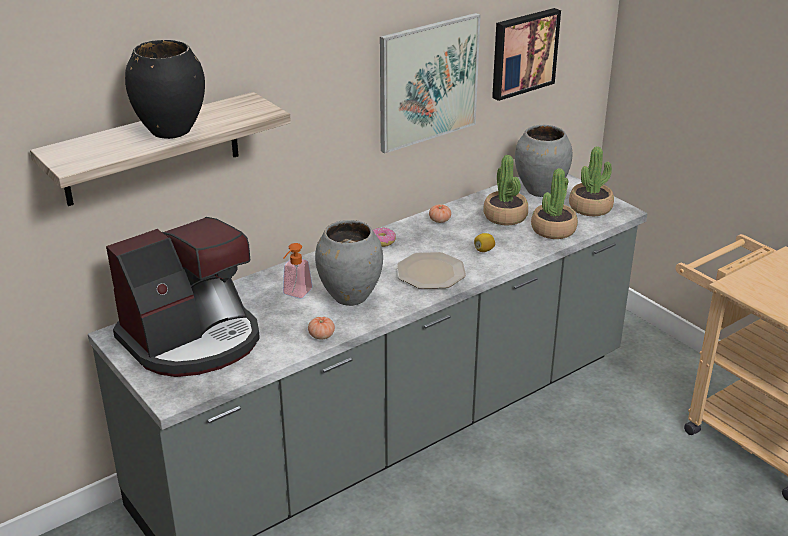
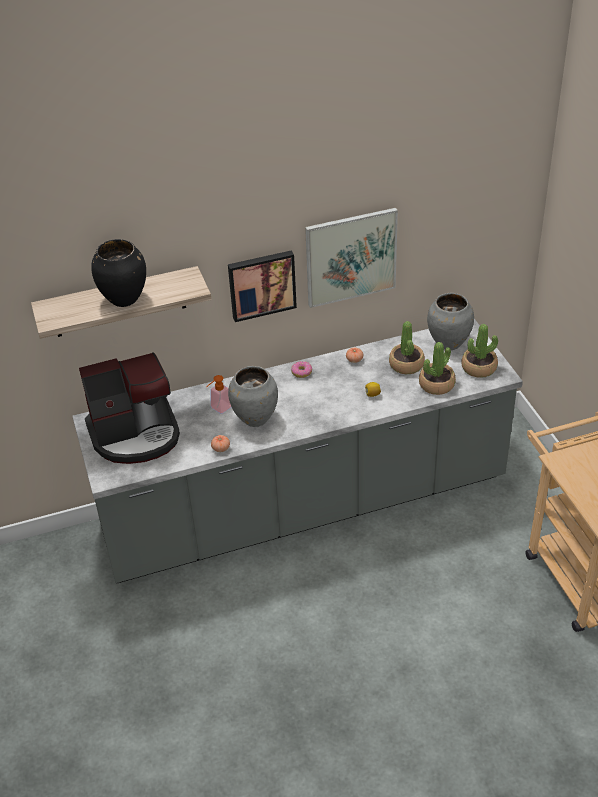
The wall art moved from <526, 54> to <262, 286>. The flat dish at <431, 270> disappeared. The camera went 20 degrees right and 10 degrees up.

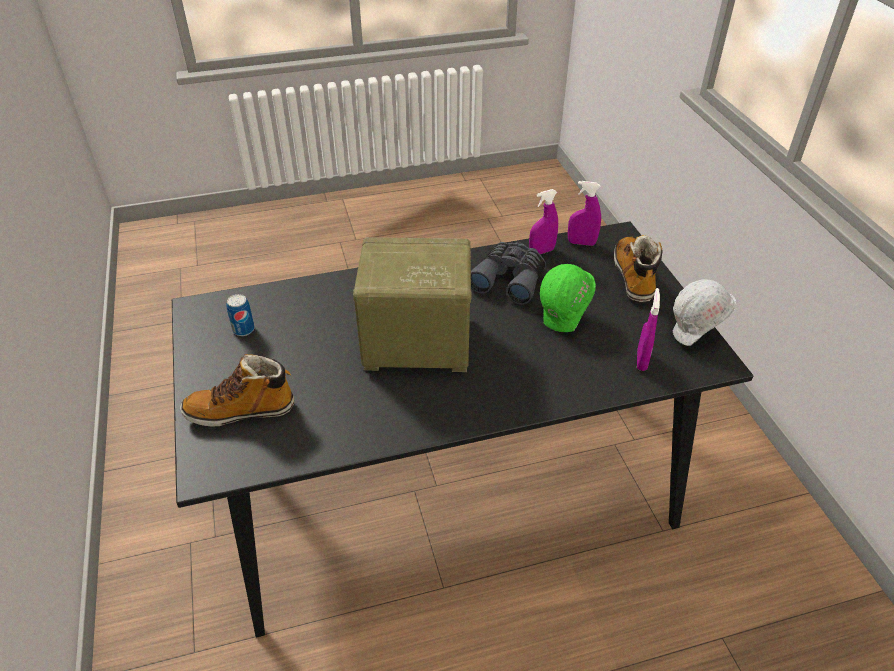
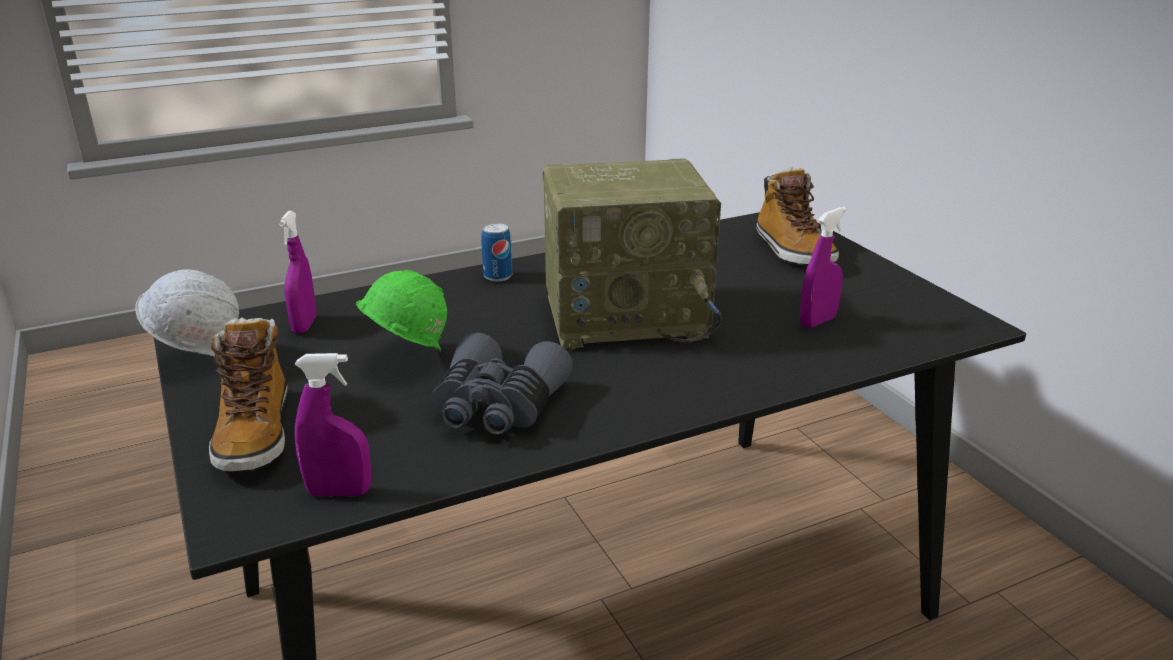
The sealed can moved from <240, 315> to <496, 252>. The boot at <237, 390> turned 90 degrees clockwise. The purple spray bottle moved from <543, 221> to <823, 267>. The camera went 170 degrees right and 15 degrees down.

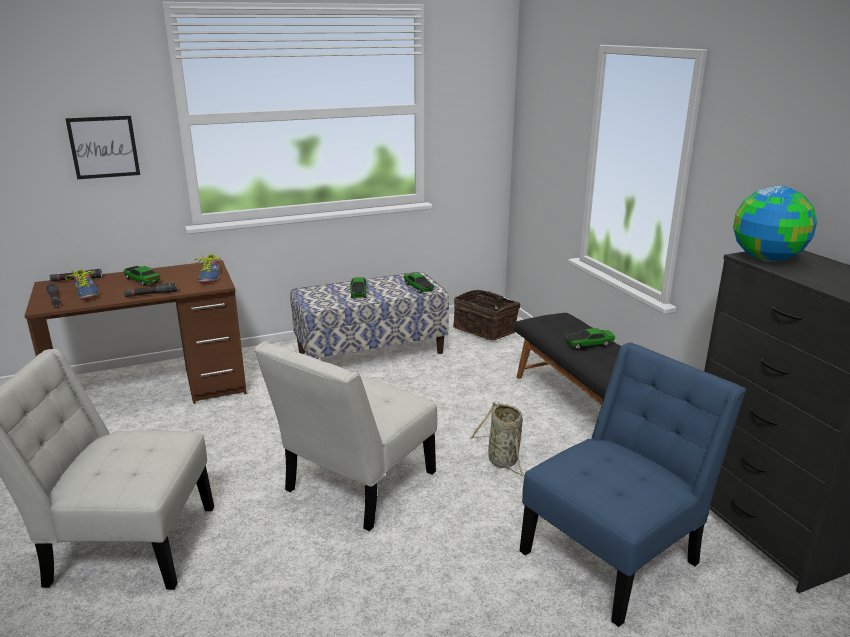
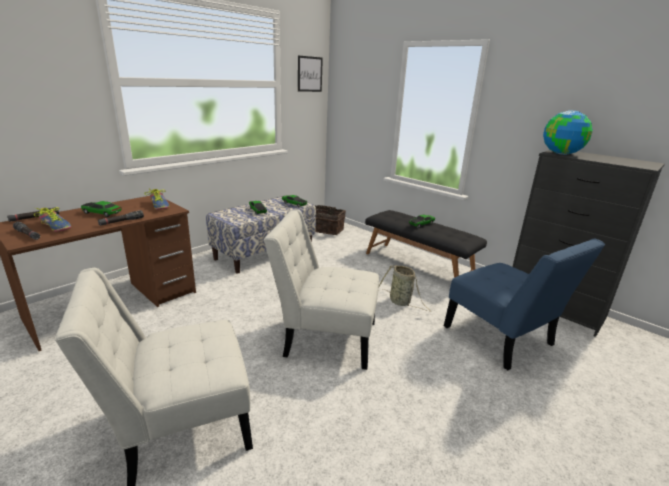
The white chair at <345, 436> turned 90 degrees clockwise. The wall art moved from <102, 147> to <310, 74>. The blue chair at <633, 485> turned 120 degrees clockwise. The camera went 25 degrees left and 0 degrees up.

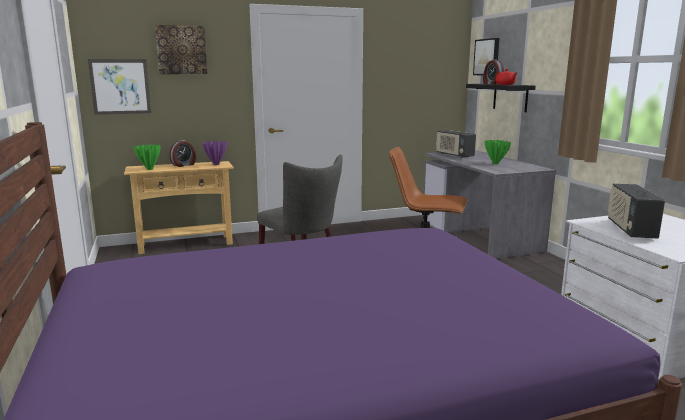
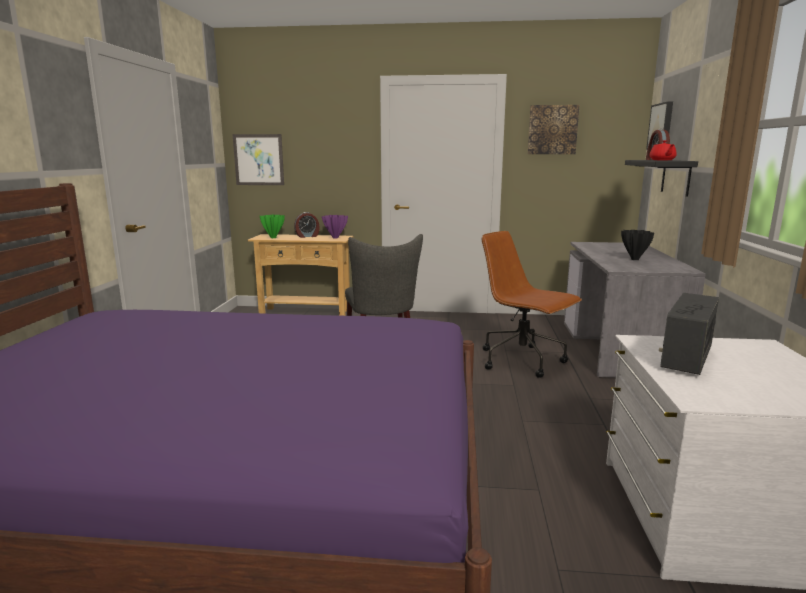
The wall art moved from <181, 49> to <553, 129>. The green flower vase at <497, 152> became the black-coloured flower vase at <637, 245>. The radio set at <456, 144> disappeared. The camera went 25 degrees right and 0 degrees up.

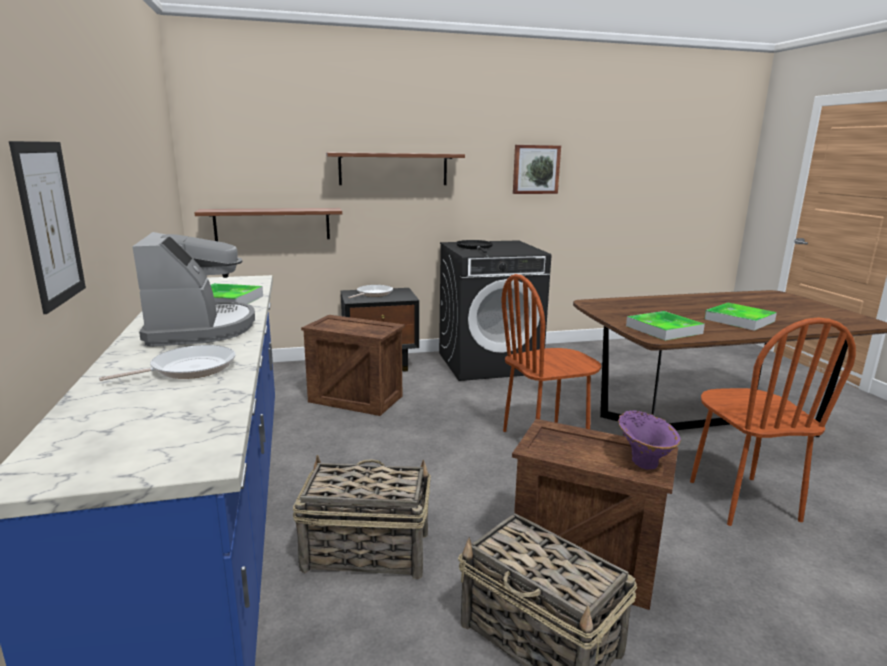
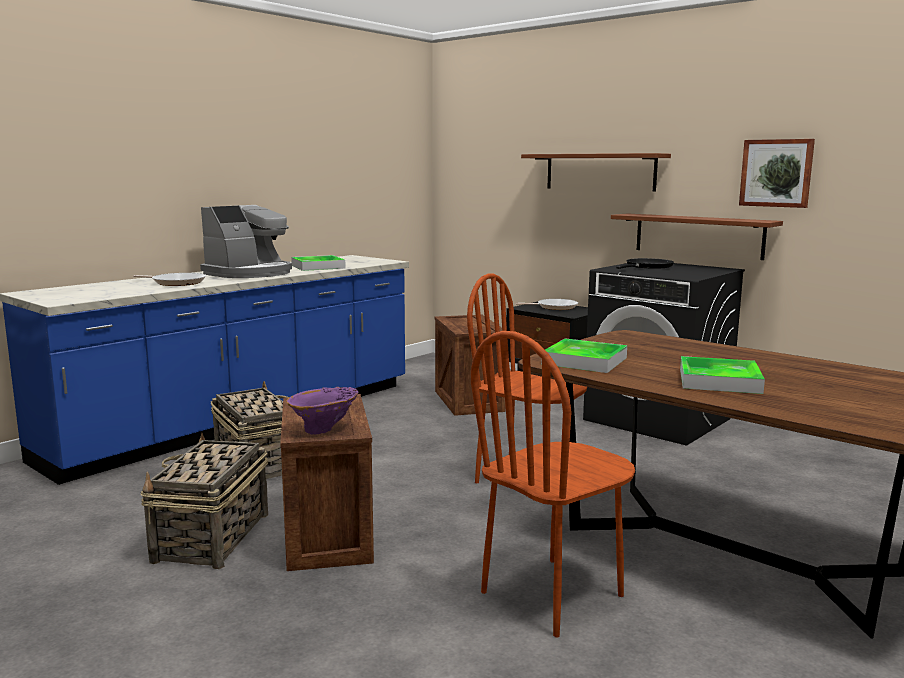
The shelf moved from <268, 224> to <697, 236>. The wall art at <47, 227> disappeared. The camera went 55 degrees right and 5 degrees down.

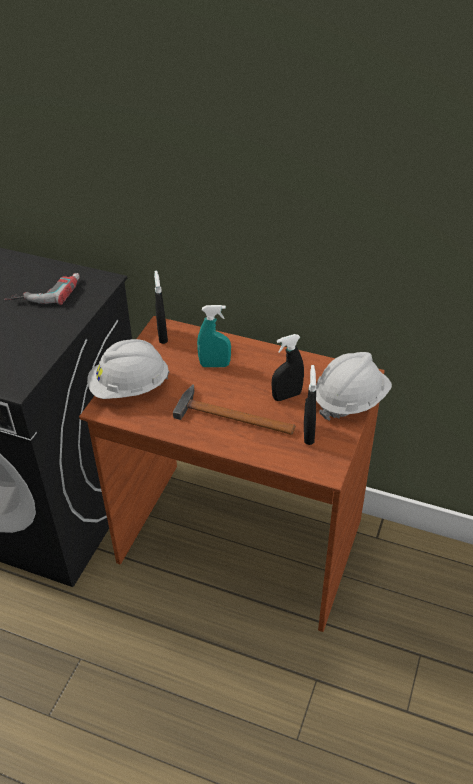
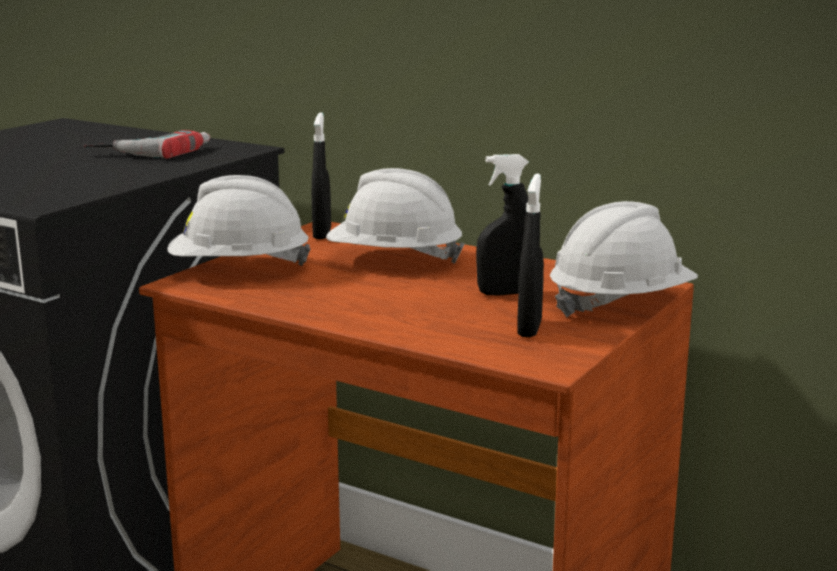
The turquoise-coloured spray bottle at <214, 336> was replaced by the white safety helmet at <395, 216>. The hammer at <234, 409> disappeared. The camera went 10 degrees right and 25 degrees down.

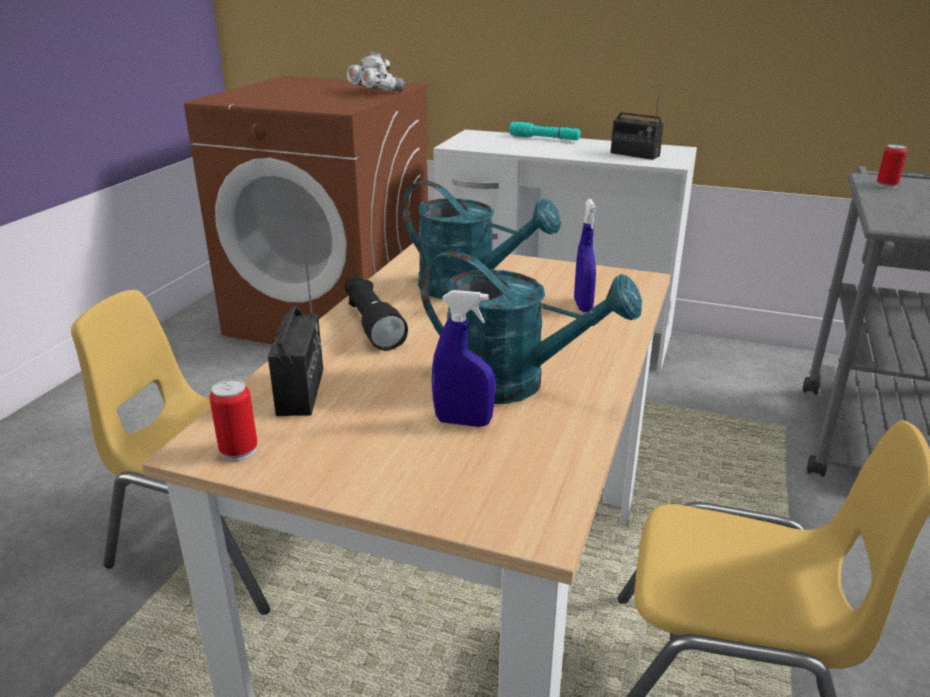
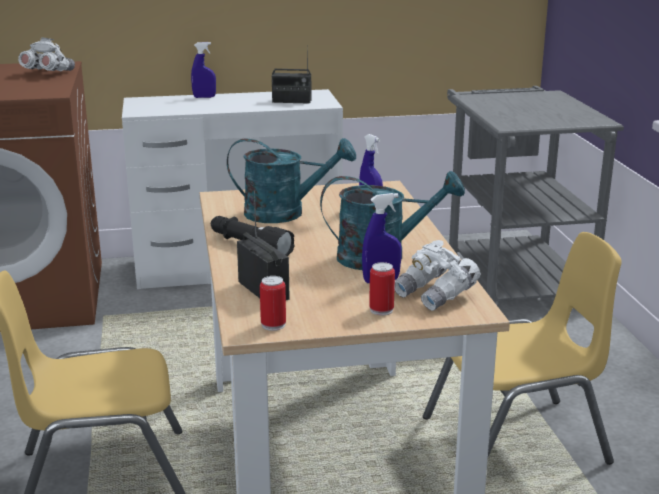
The turquoise-coloured flashlight at <545, 131> was replaced by the blue spray bottle at <203, 70>. The sealed can moved from <892, 166> to <382, 288>. The white field glasses at <437, 275> appeared. The camera went 30 degrees left and 5 degrees down.

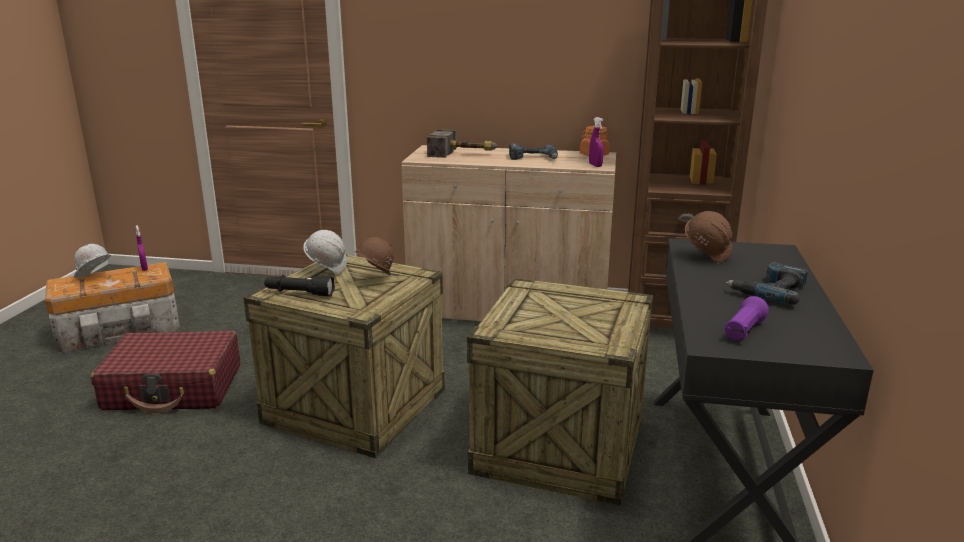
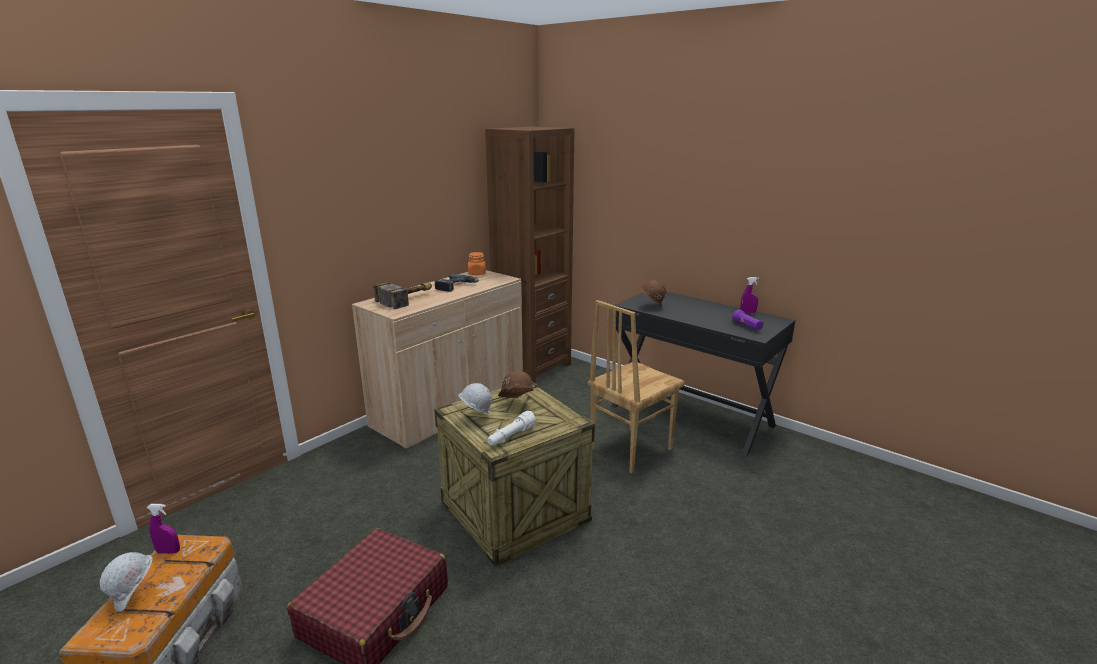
The black-coloured flashlight at <299, 285> became the white flashlight at <512, 428>. The shipping crate at <560, 392> was replaced by the brown chair at <636, 387>. The purple spray bottle moved from <596, 142> to <749, 295>. The power drill at <767, 283> disappeared. The camera went 60 degrees left and 0 degrees up.

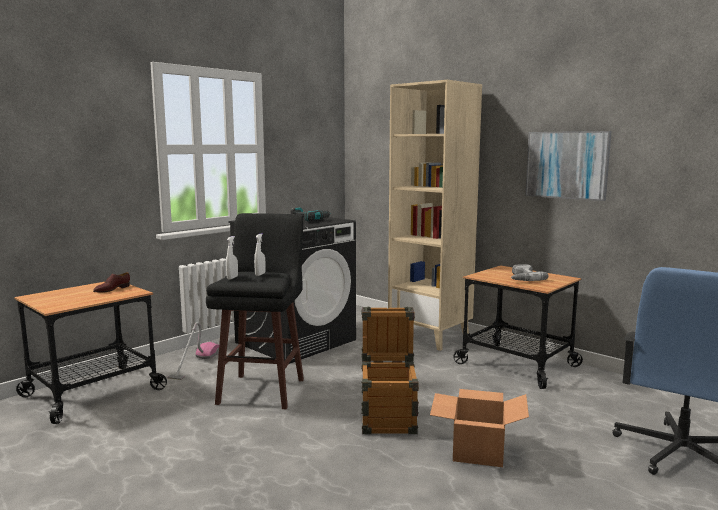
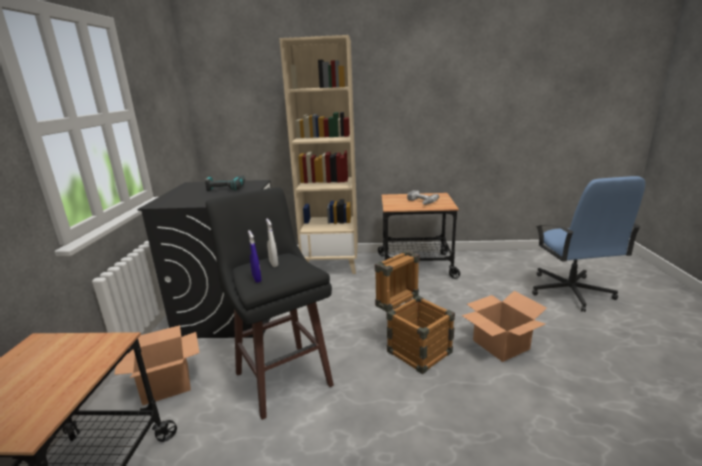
The hoover at <193, 351> was replaced by the packing box at <157, 365>. The white spray bottle at <232, 258> became the blue spray bottle at <255, 256>. The brown shoe at <111, 282> disappeared. The wall art at <568, 166> disappeared. The camera went 40 degrees left and 10 degrees up.

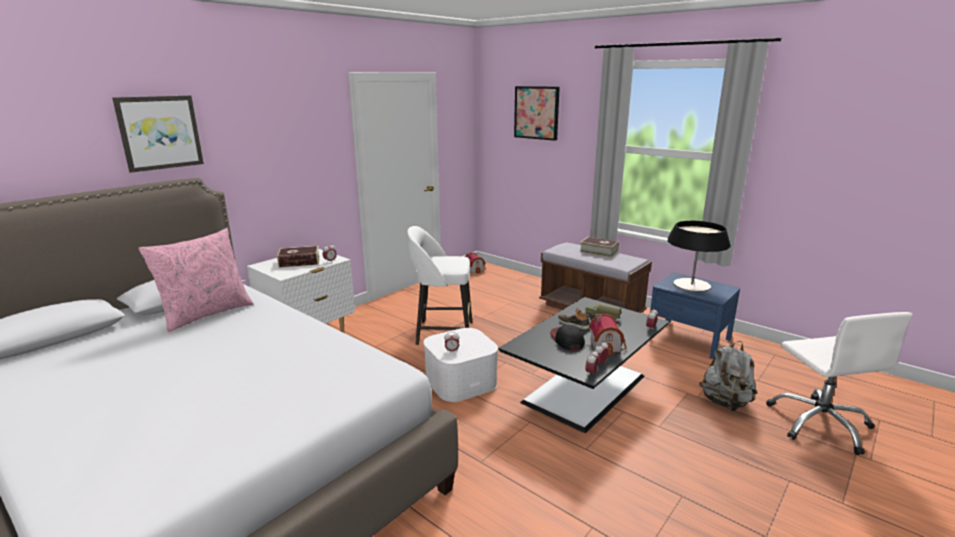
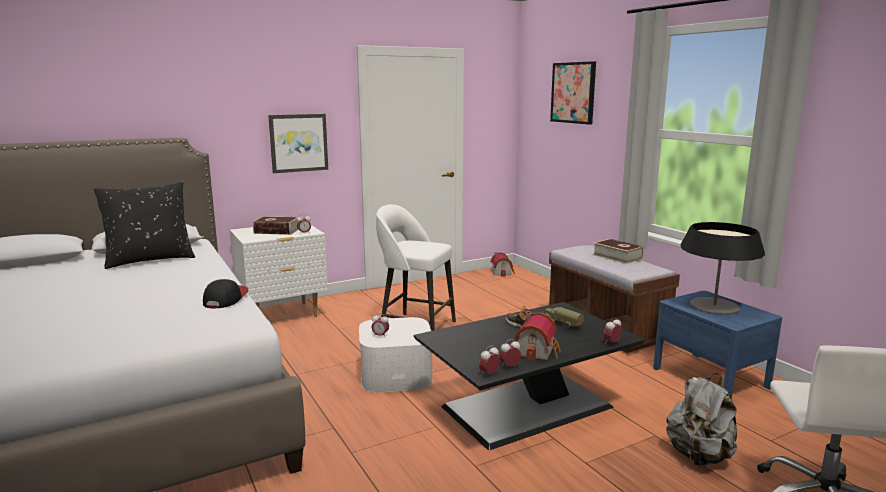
The pink throw pillow at <196, 280> became the black-coloured throw pillow at <144, 225>. The baseball cap moved from <567, 337> to <226, 293>. The wall art moved from <158, 134> to <298, 143>. The camera went 20 degrees right and 5 degrees down.

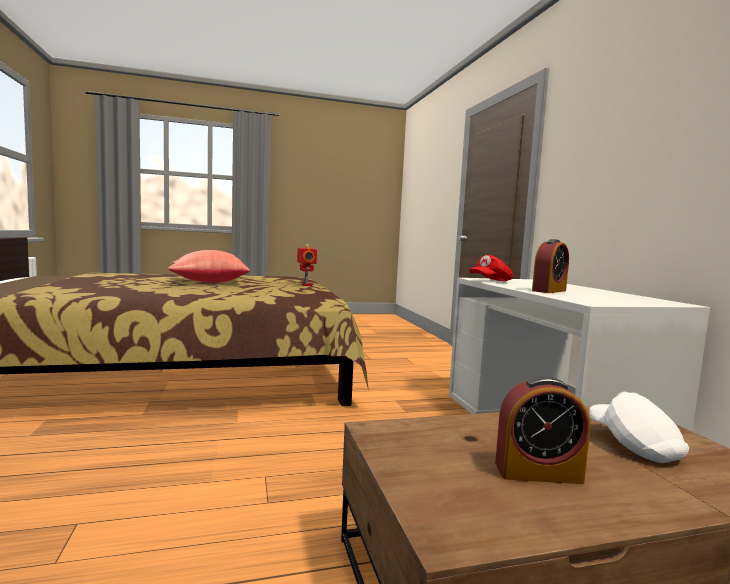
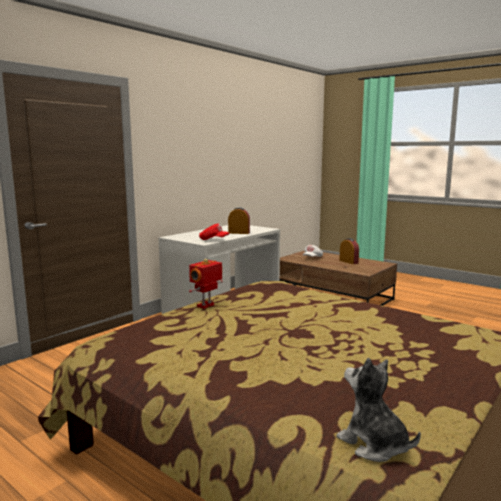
The soft toy at <378, 410> appeared. The red throw pillow at <209, 266> disappeared. The camera went 125 degrees left and 5 degrees up.

